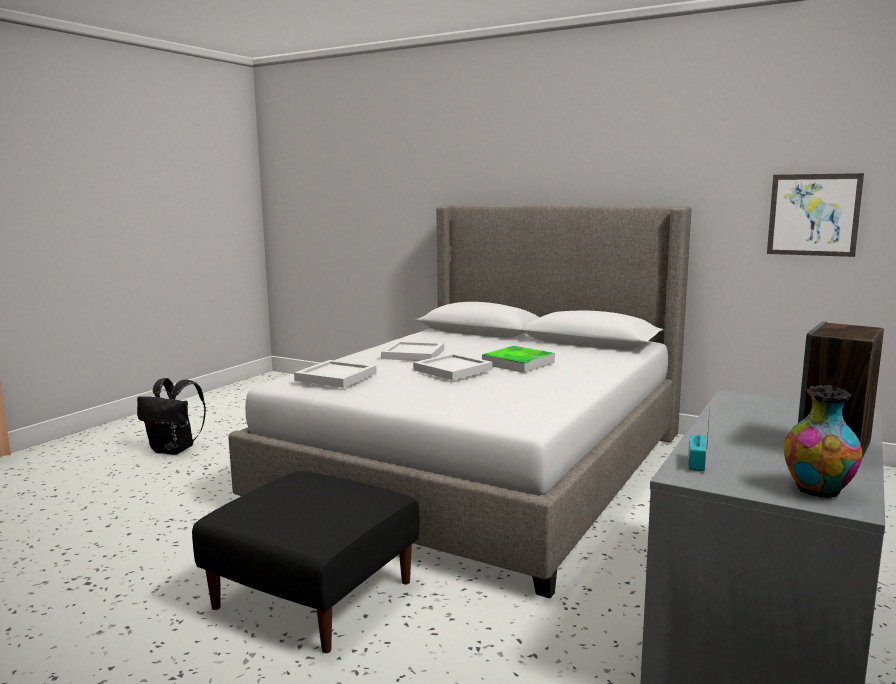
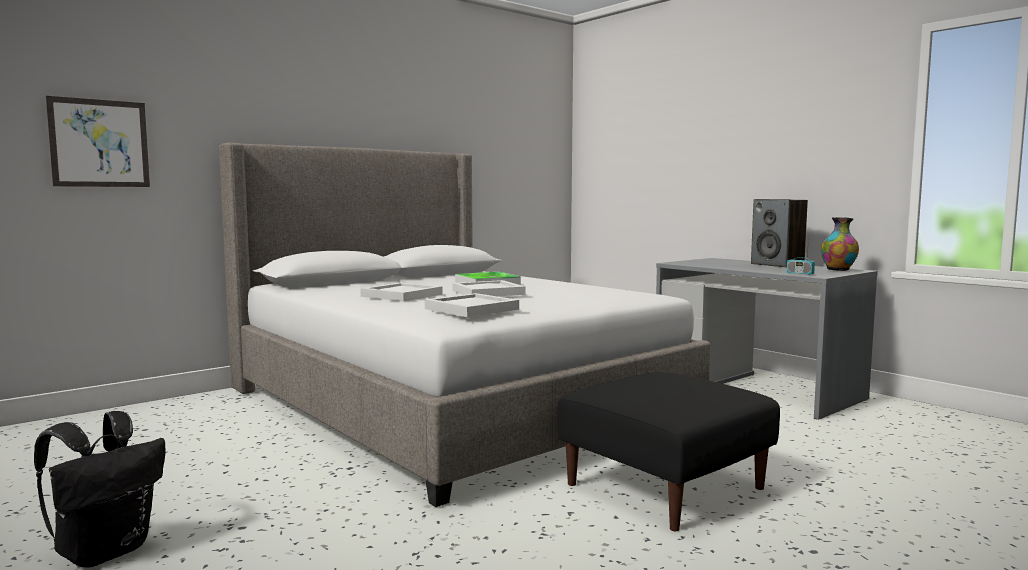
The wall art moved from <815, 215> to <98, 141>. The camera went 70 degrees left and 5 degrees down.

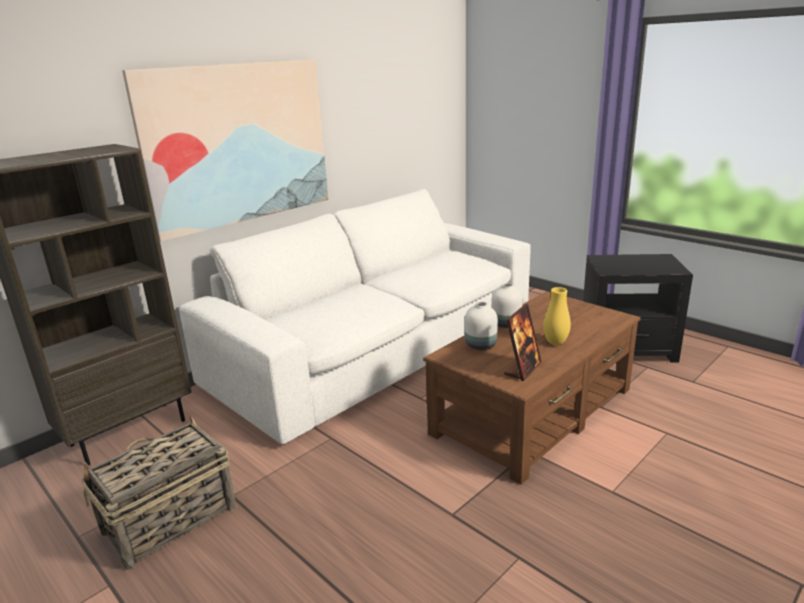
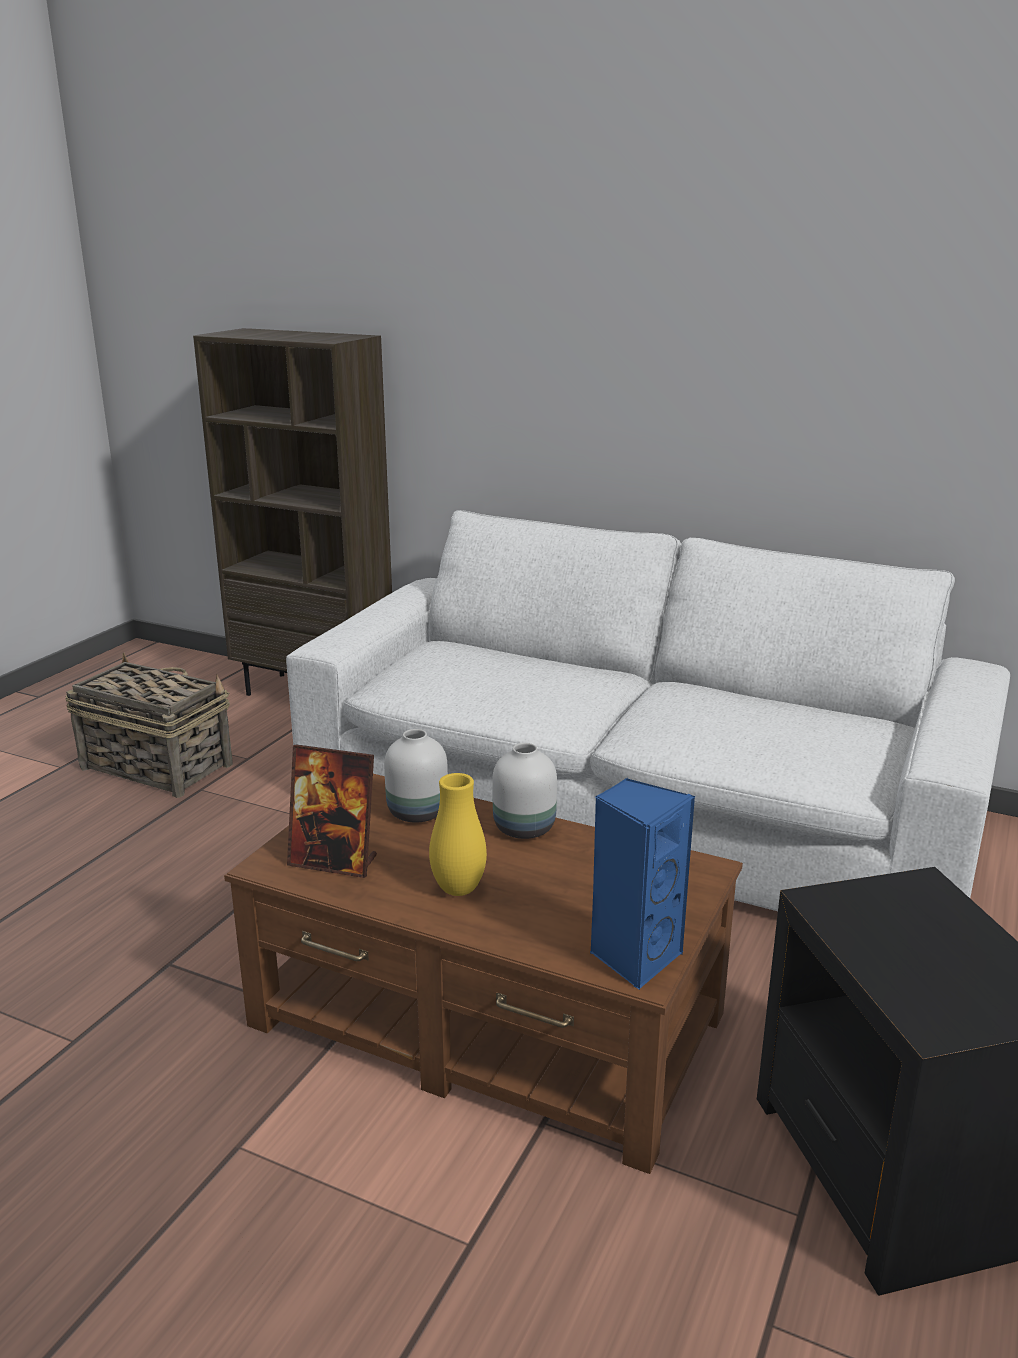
The blue audio speaker at <642, 883> appeared. The wall art at <225, 151> disappeared. The camera went 70 degrees right and 0 degrees up.

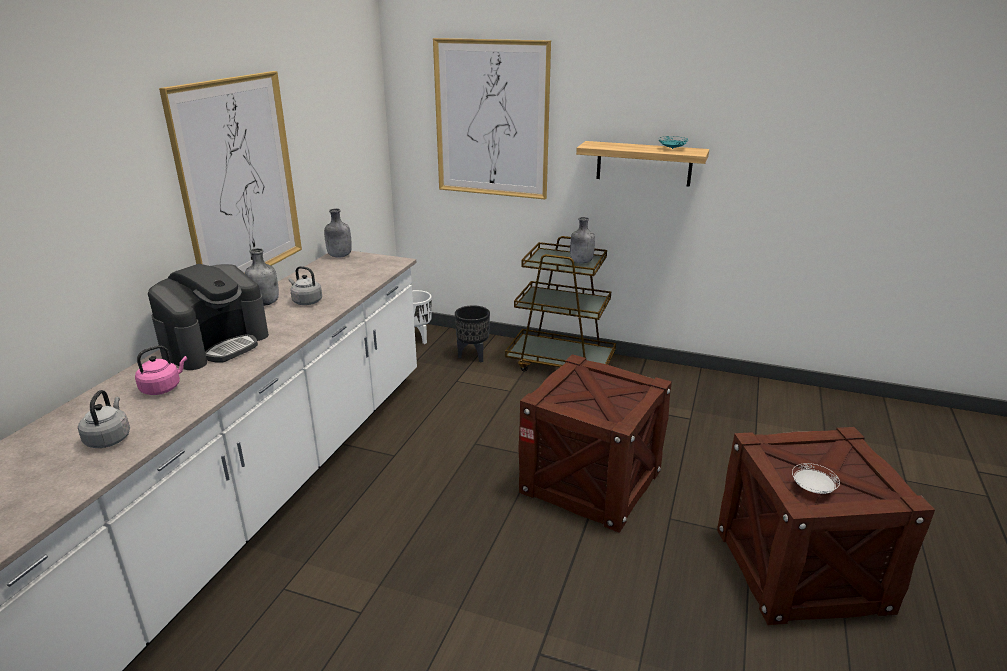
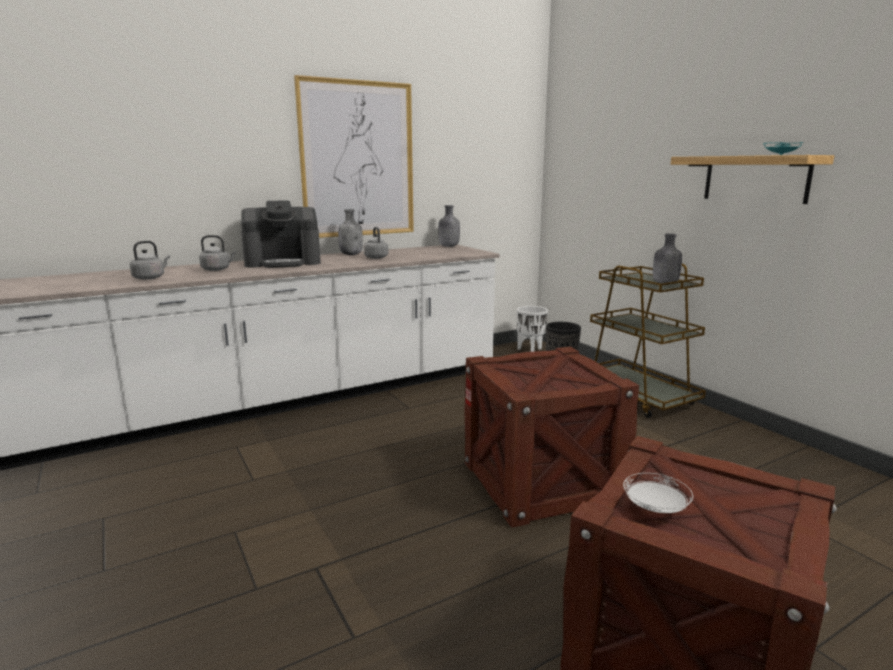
The pink tea kettle at <161, 370> became the grey tea kettle at <217, 253>. The wall art at <492, 119> disappeared. The camera went 40 degrees right and 10 degrees down.

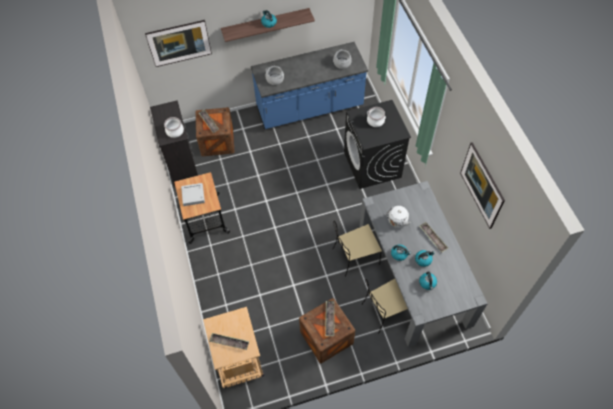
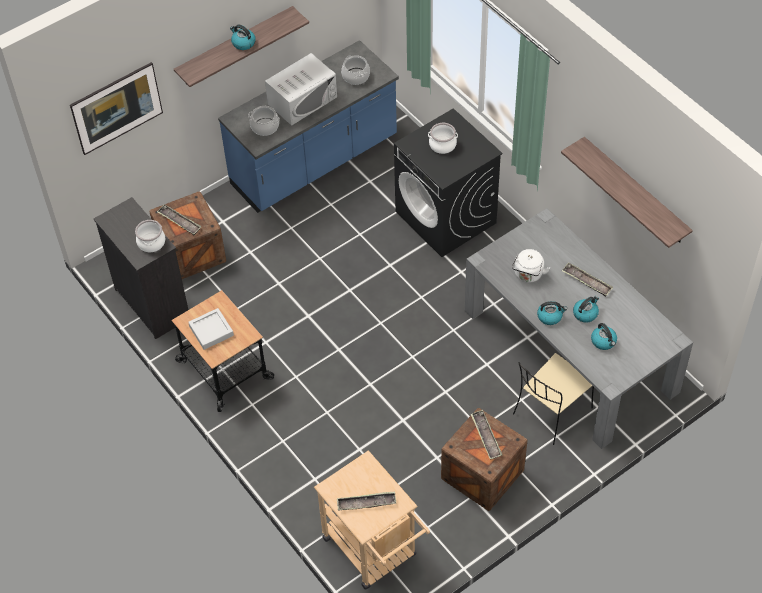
The white kitchen microwave at <301, 89> appeared. The wall art at <482, 185> was replaced by the shelf at <627, 192>. The sand-coloured chair at <357, 249> disappeared. The camera went 20 degrees left and 5 degrees down.

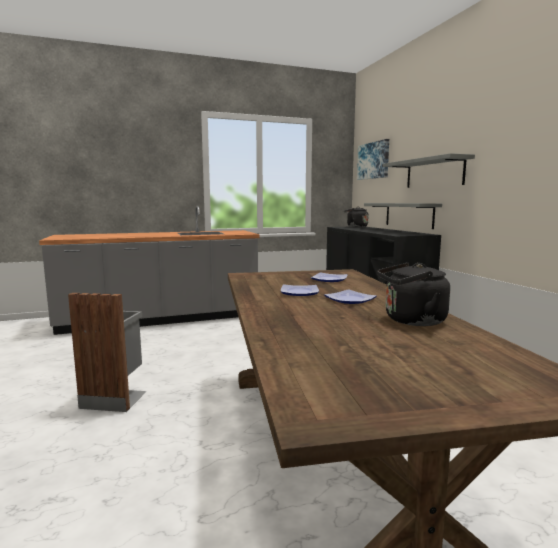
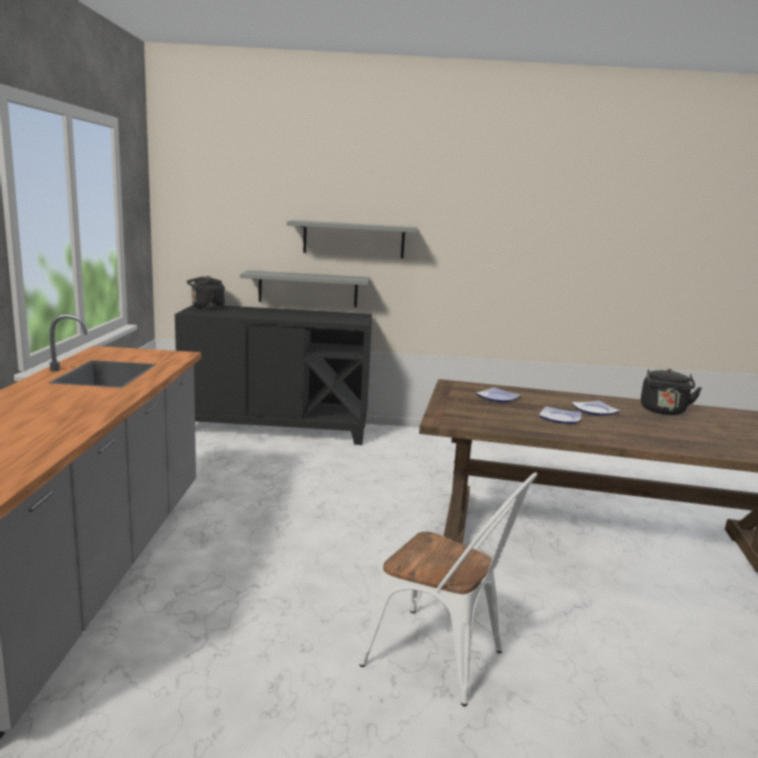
The grey rubbish bin at <107, 352> was replaced by the white chair at <448, 589>. The wall art at <373, 159> disappeared. The camera went 70 degrees left and 5 degrees up.

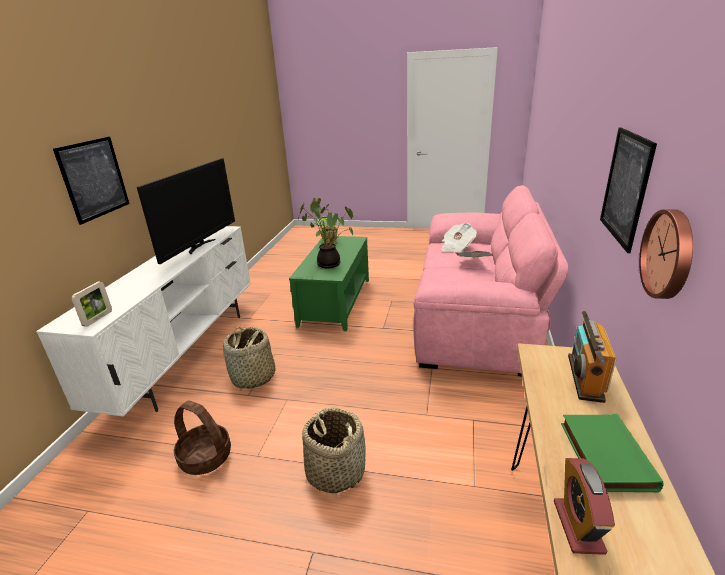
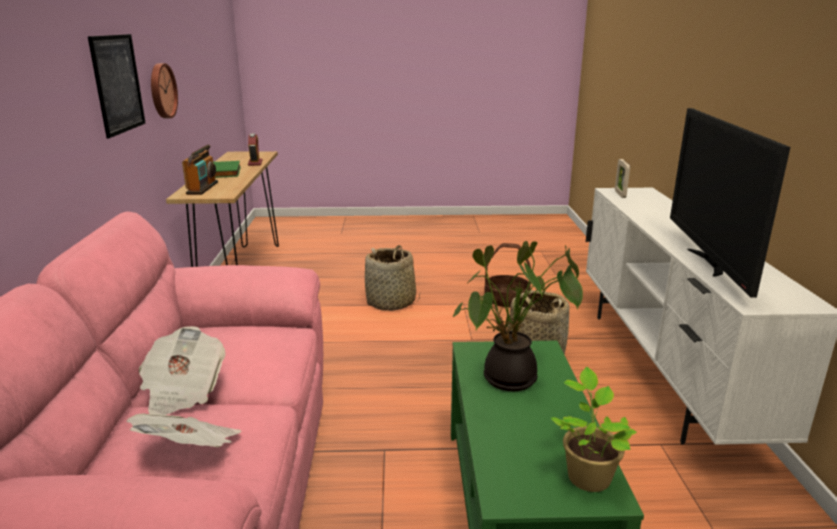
The wall art at <91, 180> disappeared. The camera went 165 degrees right and 5 degrees down.

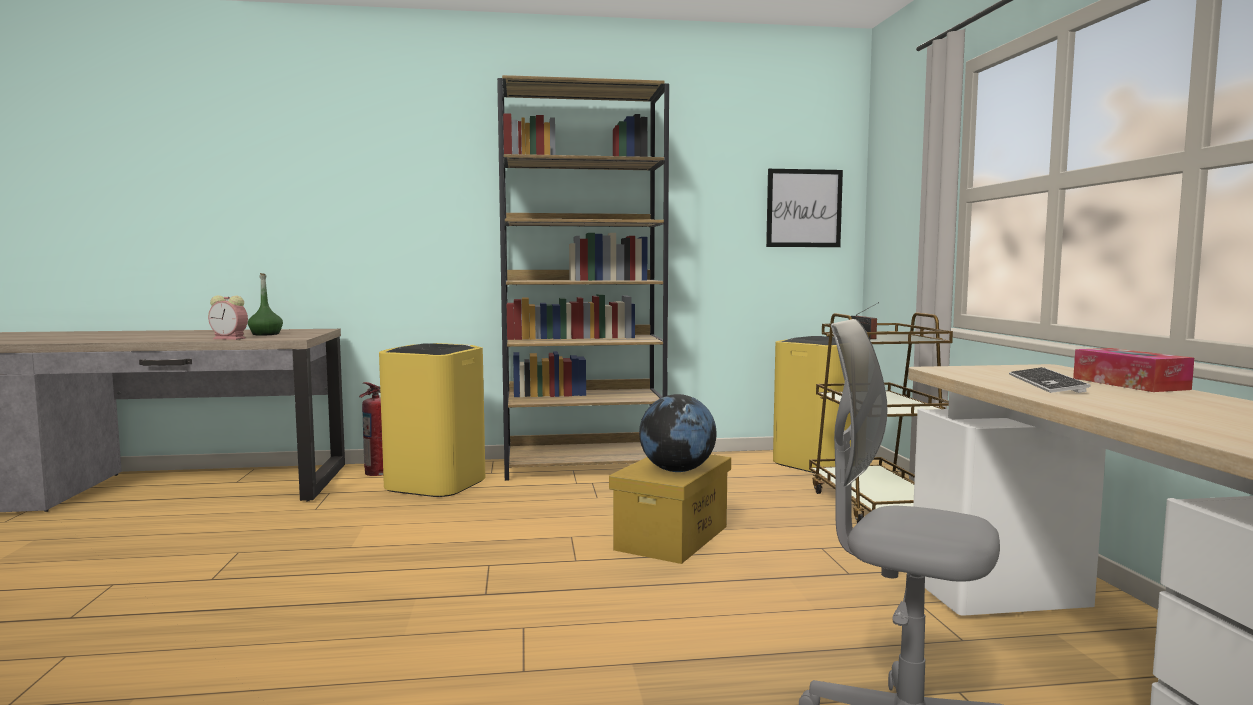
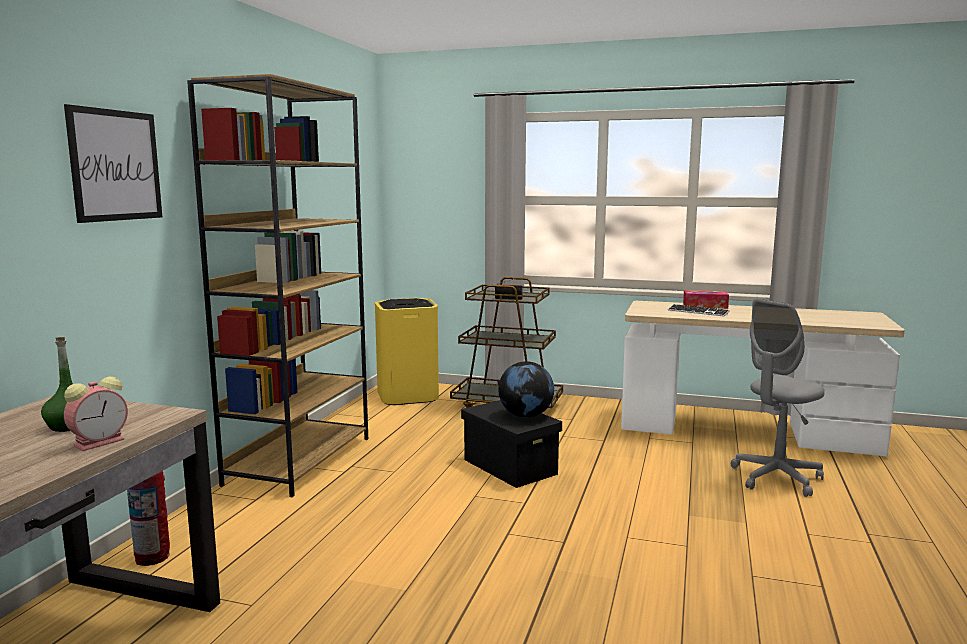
The wall art moved from <804, 208> to <113, 163>. The yellow storage box at <670, 509> became the black-coloured storage box at <511, 444>. The yellow rubbish bin at <432, 420> disappeared. The camera went 65 degrees left and 5 degrees up.

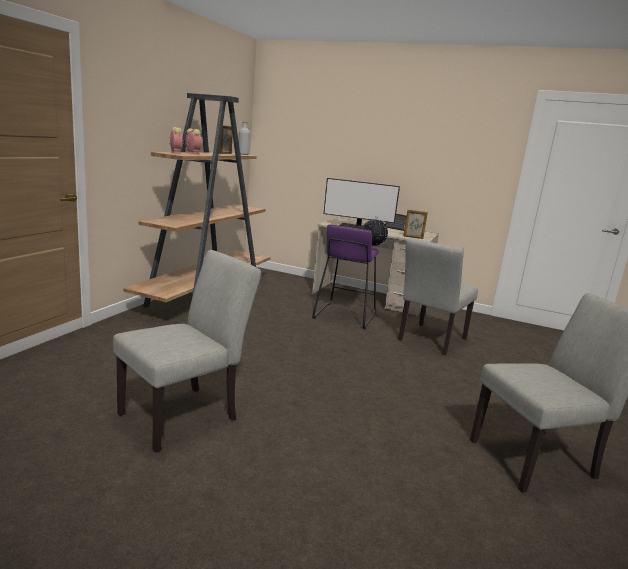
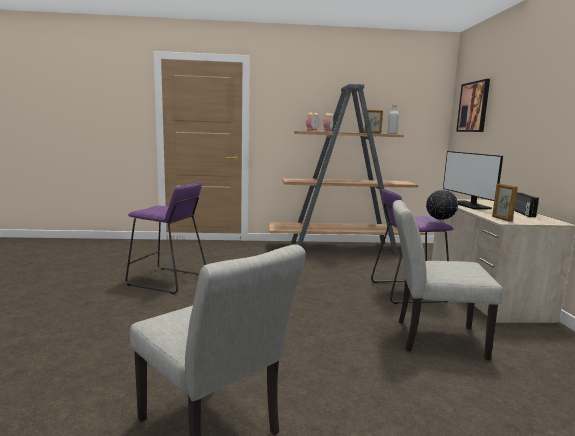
The grey chair at <187, 351> was replaced by the purple sitting stool at <165, 238>. The wall art at <473, 105> appeared. The camera went 65 degrees right and 5 degrees down.

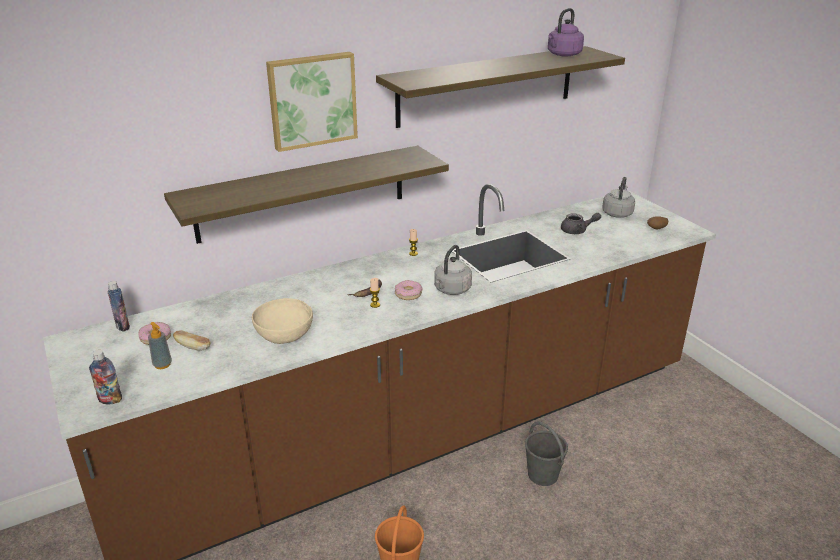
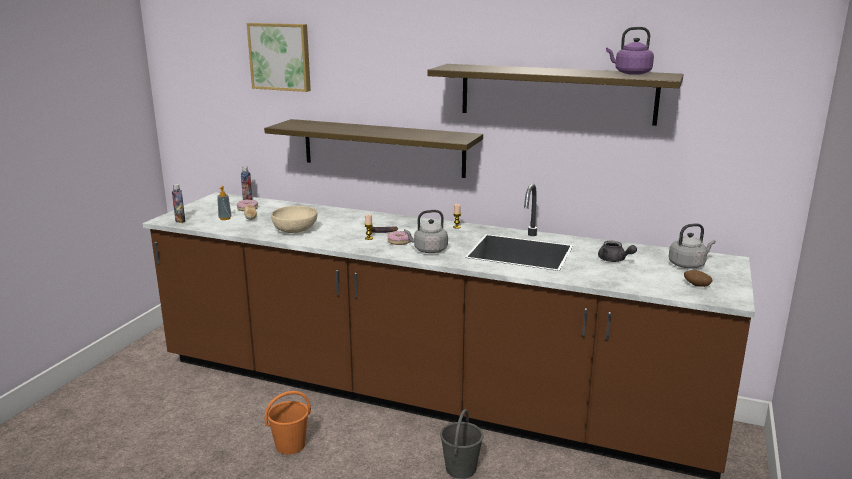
The wall art moved from <312, 102> to <279, 57>. The camera went 50 degrees right and 10 degrees down.

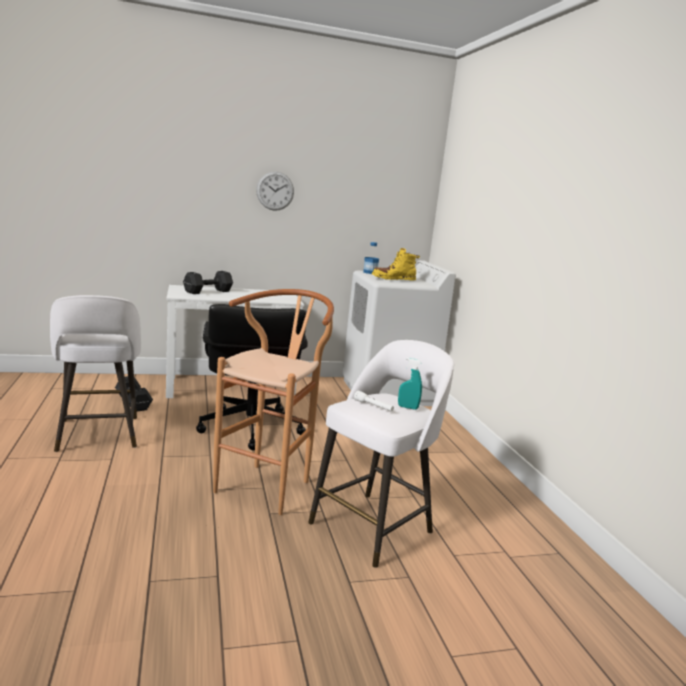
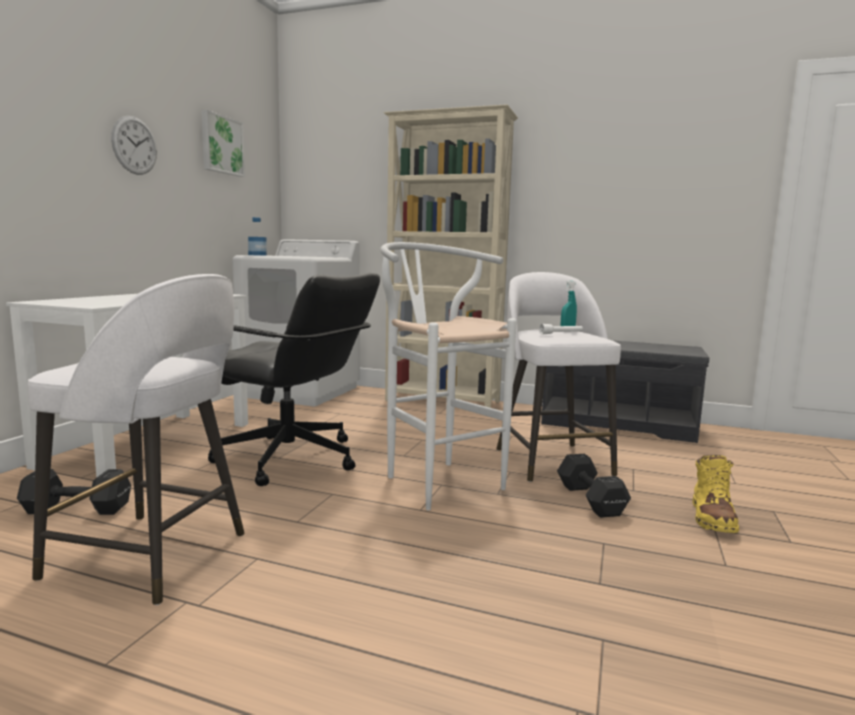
The wall art at <223, 143> appeared. The brown sitting stool at <273, 402> became the white sitting stool at <448, 376>. The sand-coloured bookcase at <450, 256> appeared. The grey indoor bench at <625, 391> appeared. The black-coloured hand weight moved from <208, 282> to <594, 486>. The yellow boot moved from <396, 264> to <715, 494>. The camera went 55 degrees left and 5 degrees down.

